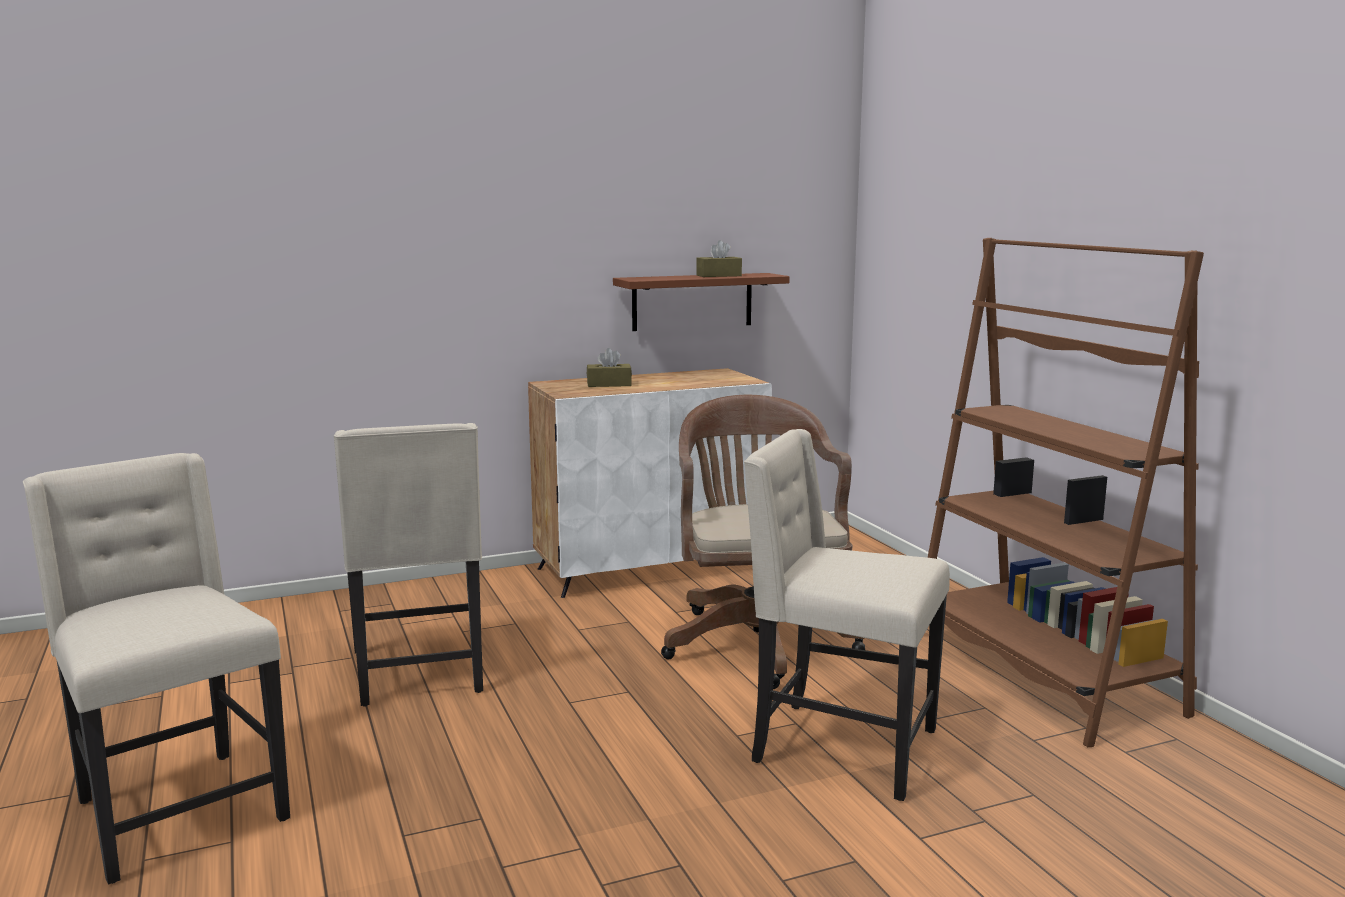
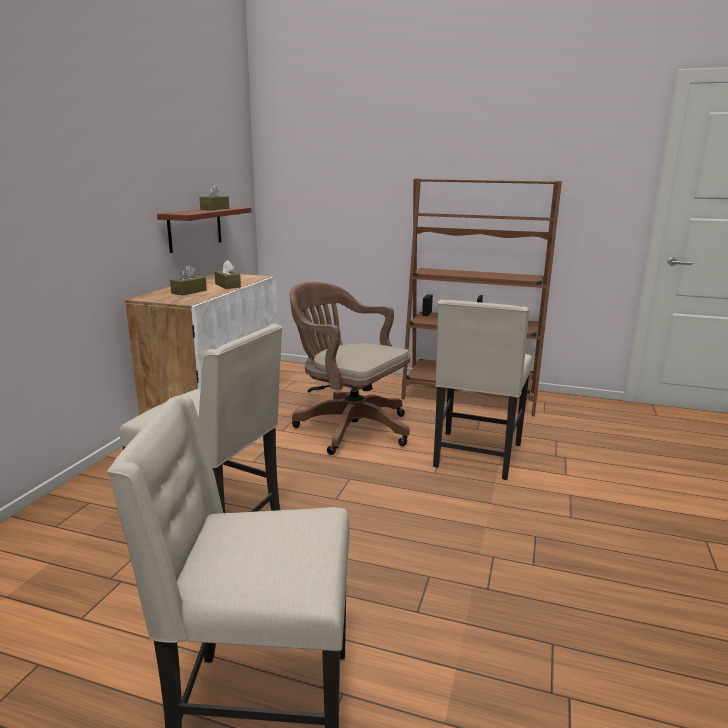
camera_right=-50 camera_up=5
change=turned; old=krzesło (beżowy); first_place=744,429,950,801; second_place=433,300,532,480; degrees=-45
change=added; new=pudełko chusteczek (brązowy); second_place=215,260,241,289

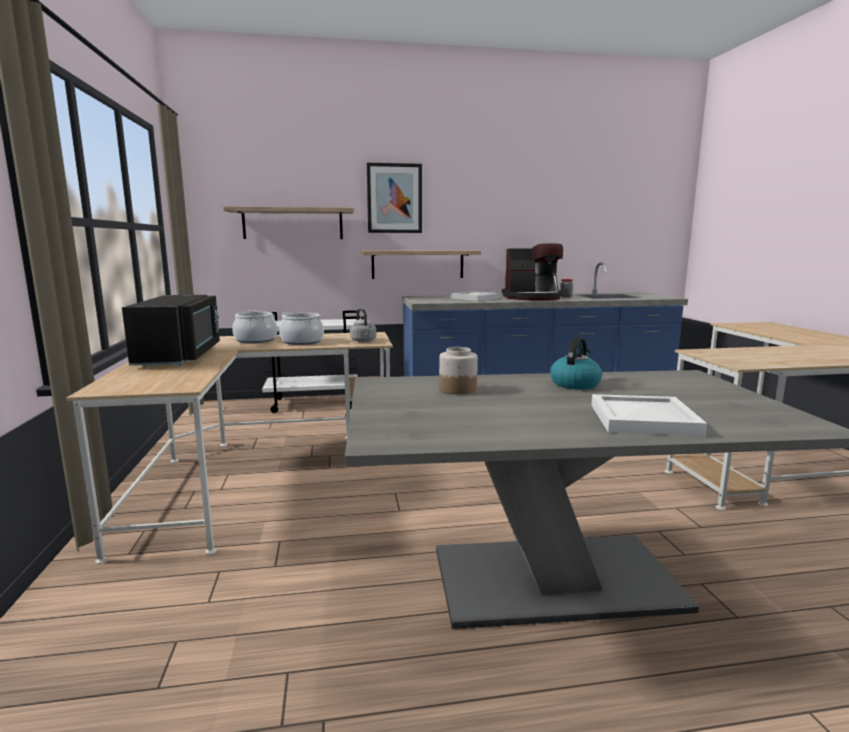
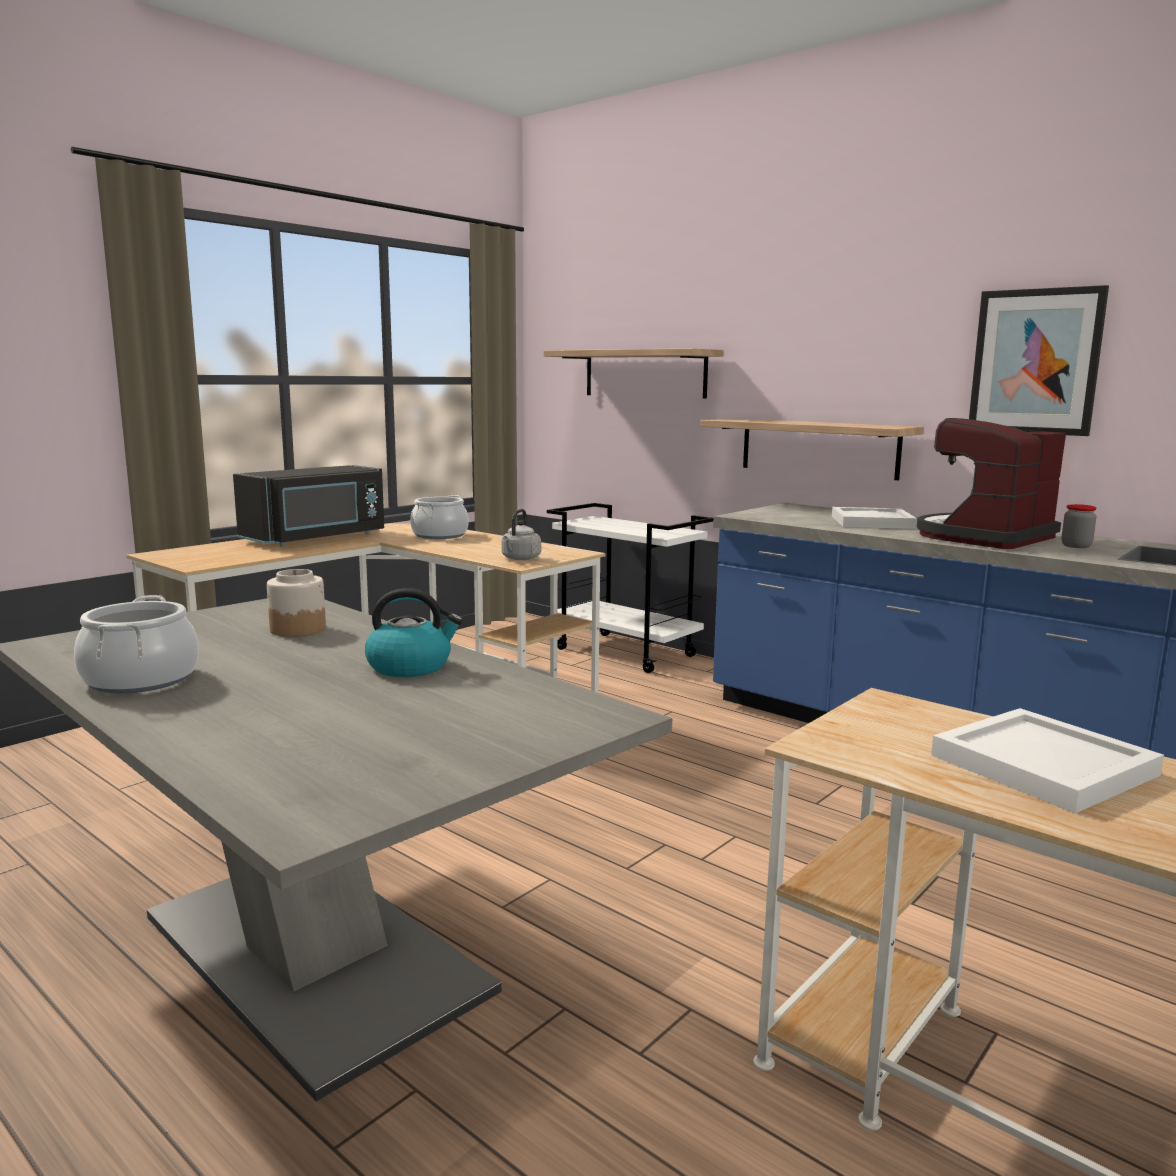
camera_right=50 camera_up=0
change=moved; old=garnek; first_place=279,312,324,345; second_place=74,595,199,693
change=moved; old=obraz; first_place=367,163,422,233; second_place=969,285,1109,436
change=turned; old=ekspres do kawy; first_place=502,243,563,301; second_place=917,418,1066,549; degrees=90
change=moved; old=taca (biały); first_place=591,394,707,436; second_place=931,708,1164,813

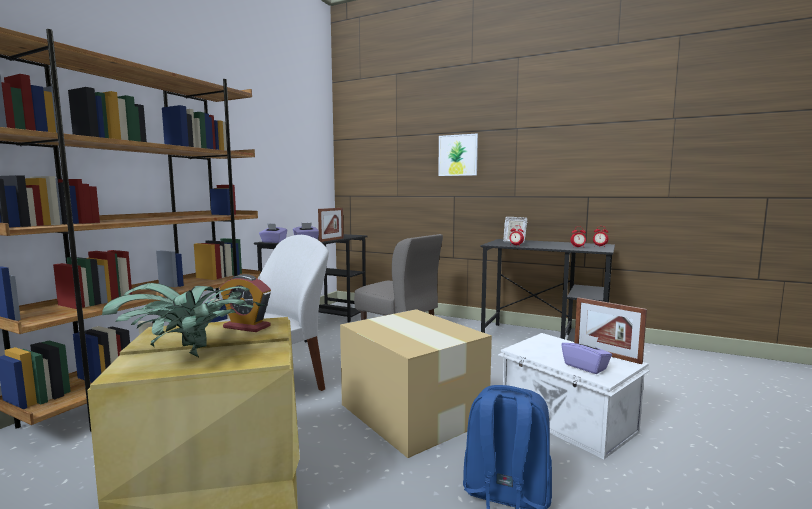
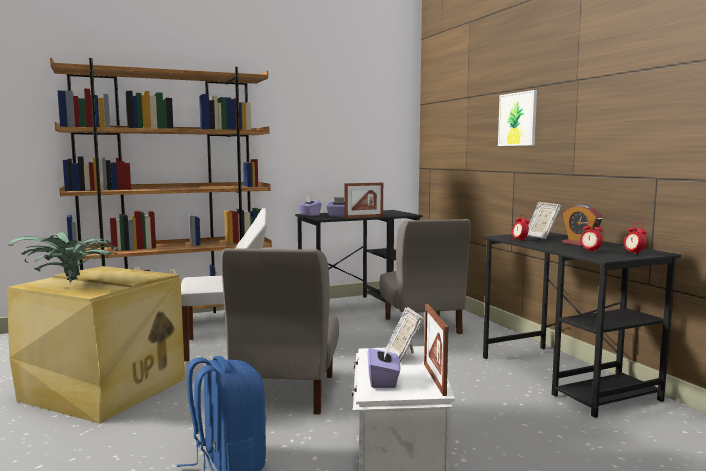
camera_right=40 camera_up=0
change=moved; old=budzik; first_place=220,274,271,332; second_place=562,204,603,246
change=replaced; old=karton; new=krzesło (szary); first_place=340,309,492,458; second_place=221,248,339,414
change=added; new=ramka na zdjęcie; second_place=386,307,424,362

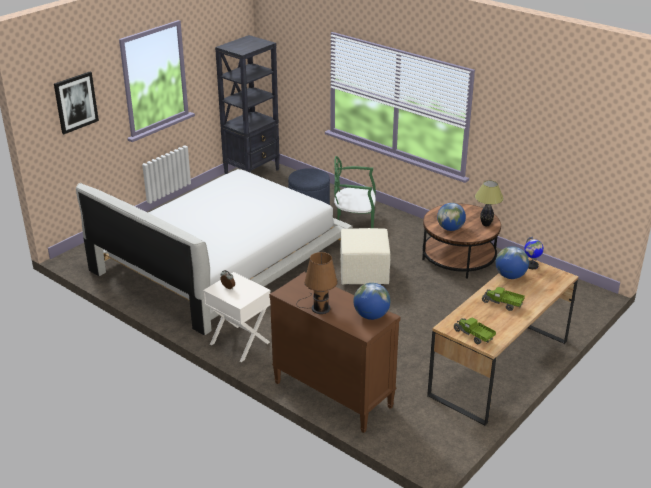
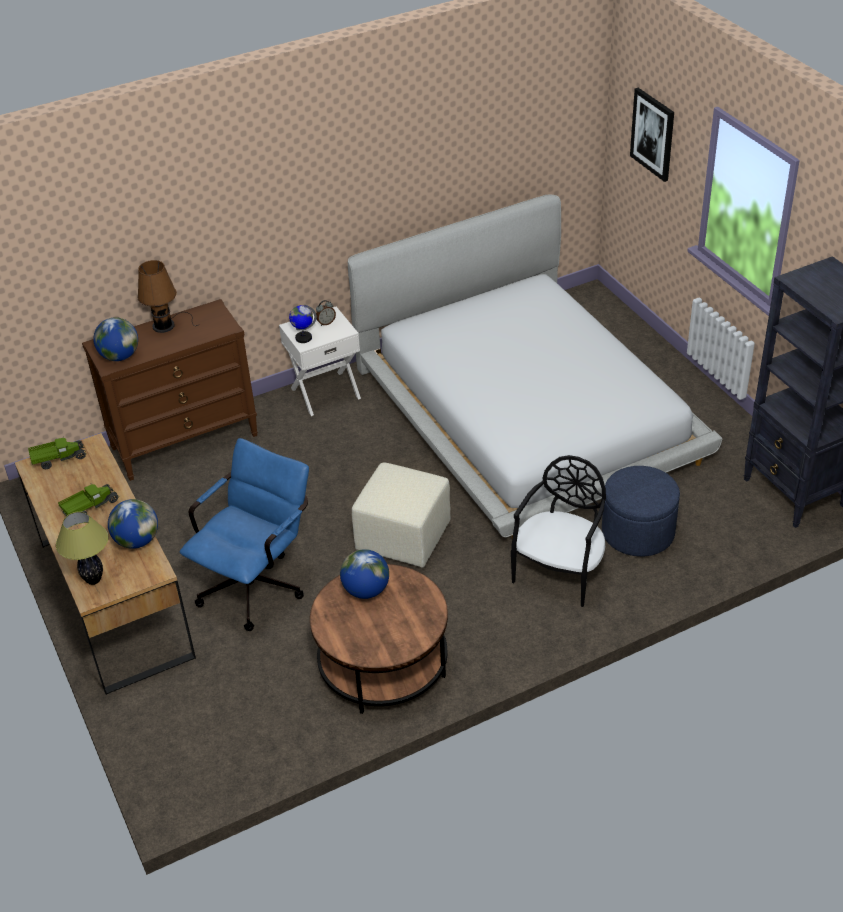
camera_right=115 camera_up=10
change=recoloured; old=krzesło (zielony); new=krzesło (czarny); first_place=334,156,376,228; second_place=511,455,606,607
change=moved; old=lampa stołowa; first_place=475,180,504,226; second_place=56,511,108,585
change=moved; old=globus; first_place=524,237,544,269; second_place=289,305,317,343
change=added; new=krzesło biurowe (niebieski); second_place=180,438,309,631

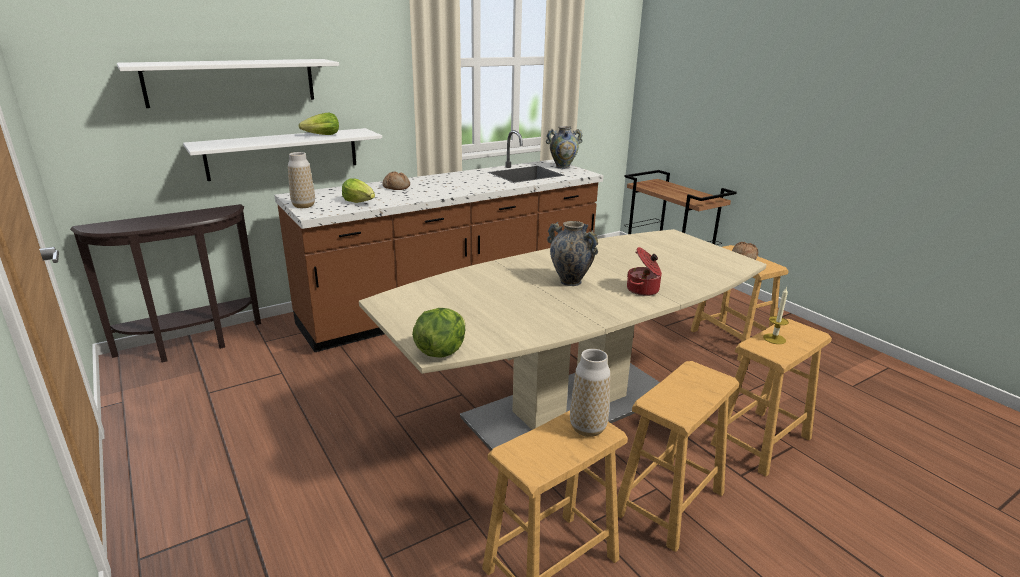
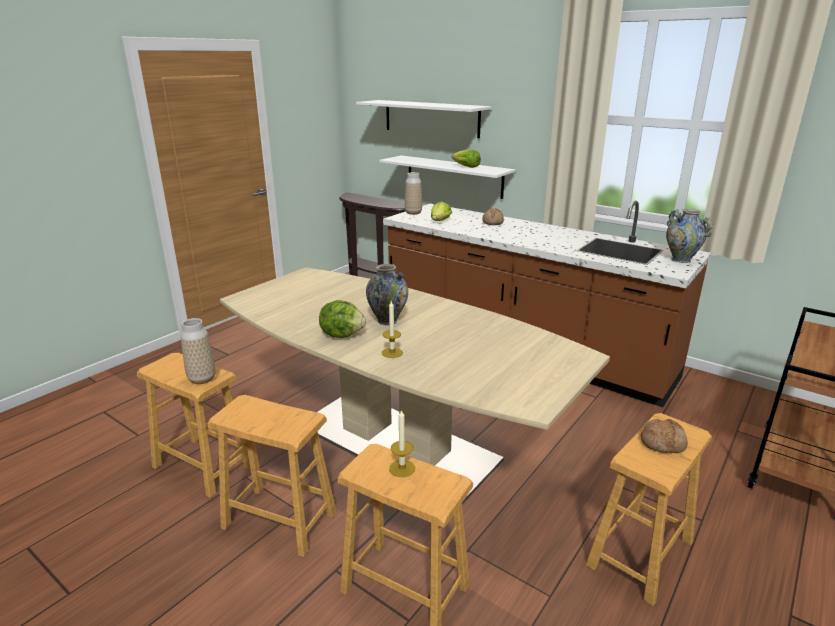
camera_right=70 camera_up=0
change=moved; old=sałata; first_place=412,308,466,358; second_place=319,300,366,338
change=replaced; old=garnek; new=świeca; first_place=627,247,662,296; second_place=382,301,403,358

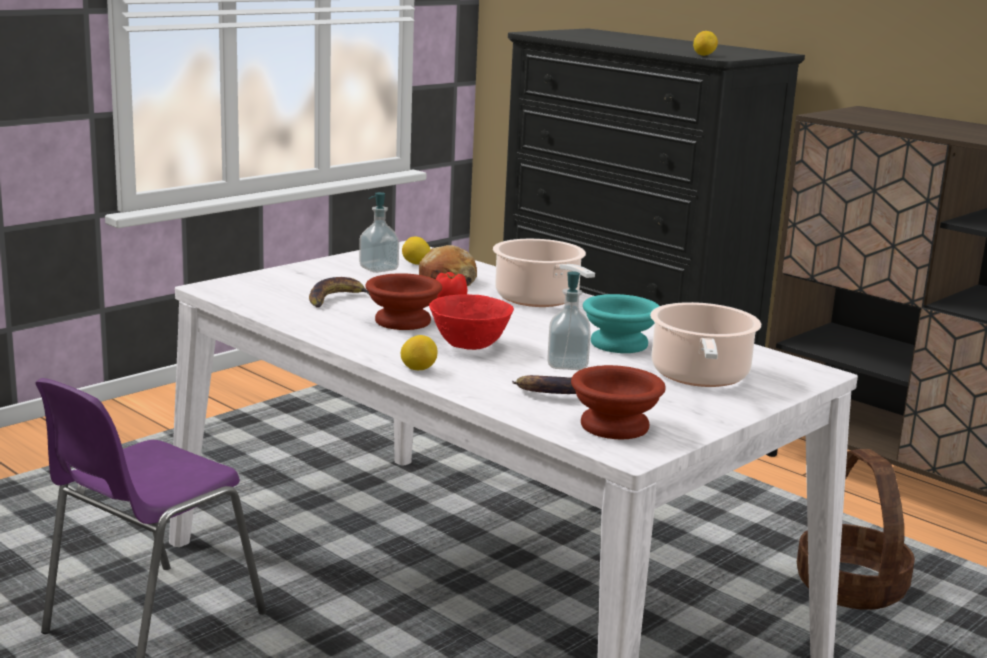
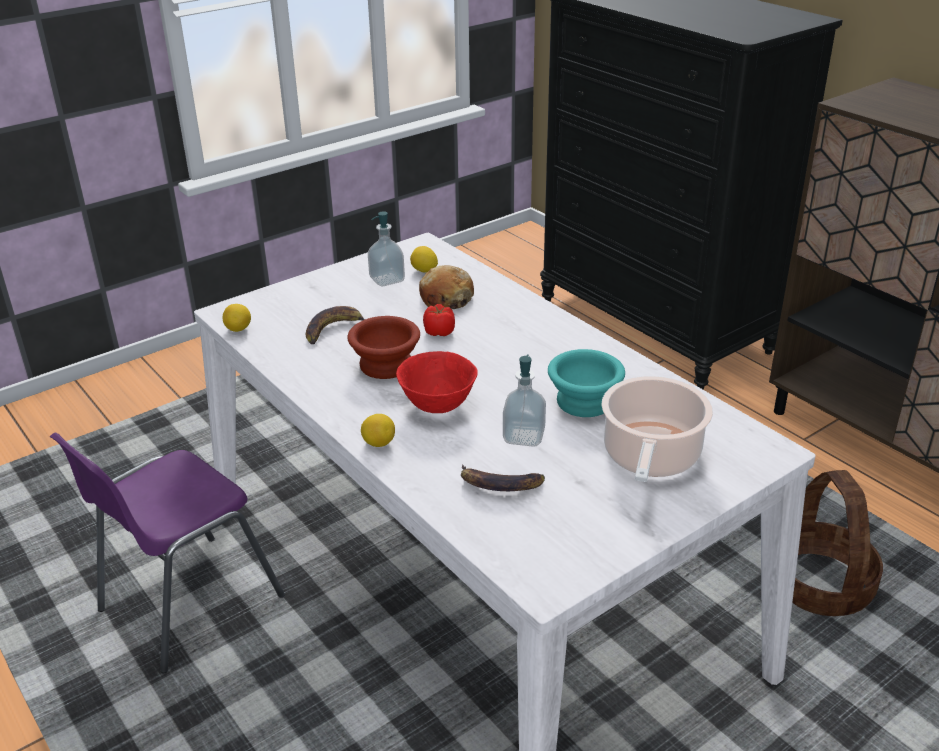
camera_right=10 camera_up=15
change=removed; old=garnek; first_place=493,239,595,307
change=removed; old=miska (brązowy); first_place=571,365,666,439
change=moved; old=cytryna; first_place=693,31,718,56; second_place=223,304,251,332

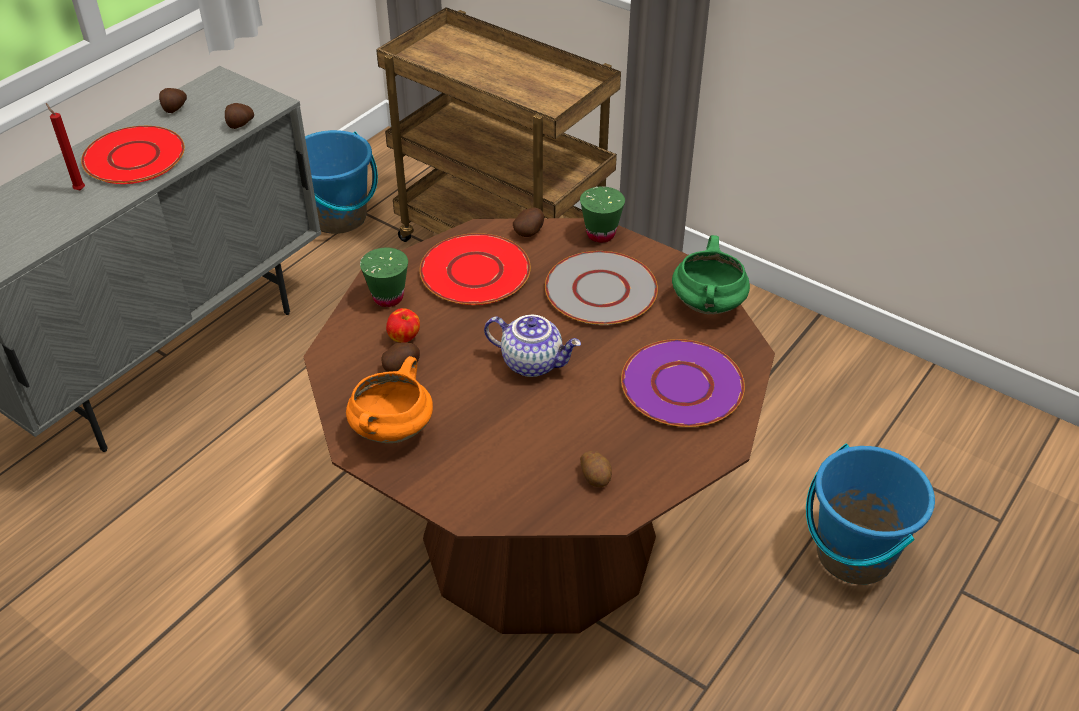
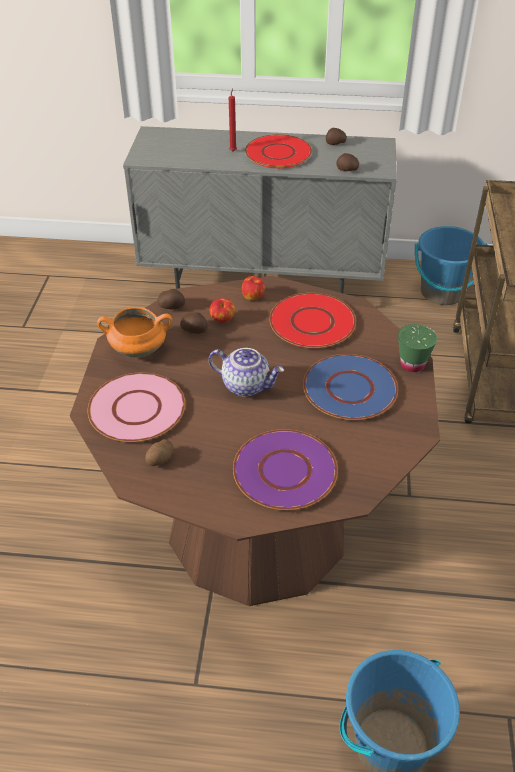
camera_right=60 camera_up=0
change=replaced; old=filiżanka (zielony); new=jabłko; first_place=360,248,408,307; second_place=242,276,265,300
change=turned; old=imbryk; first_place=484,315,581,377; second_place=208,348,284,397; degrees=-60
change=moved; old=ziemniak; first_place=513,208,544,237; second_place=158,289,185,310
change=recoloured; old=talerz (szary); new=talerz (niebieski); first_place=545,251,658,325; second_place=303,354,398,420
change=removed; old=garnek (zielony); first_place=672,235,750,314
change=added; new=talerz (różowy); second_place=87,373,185,442

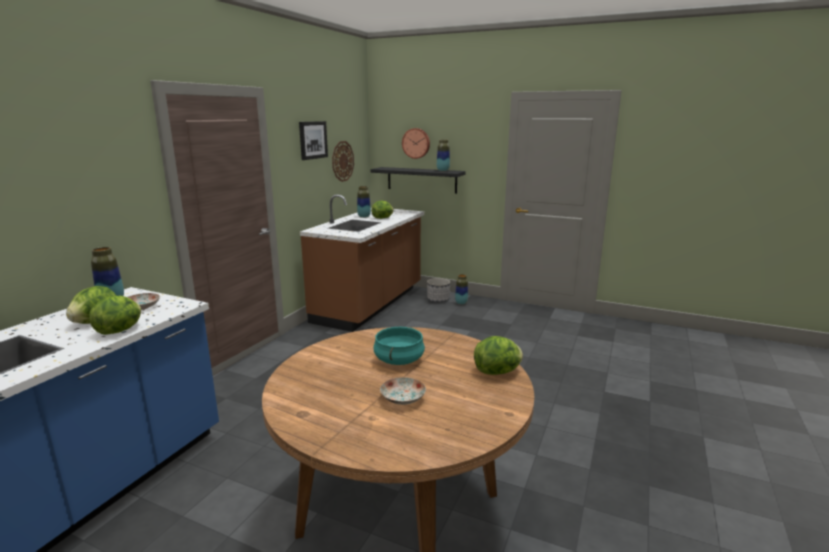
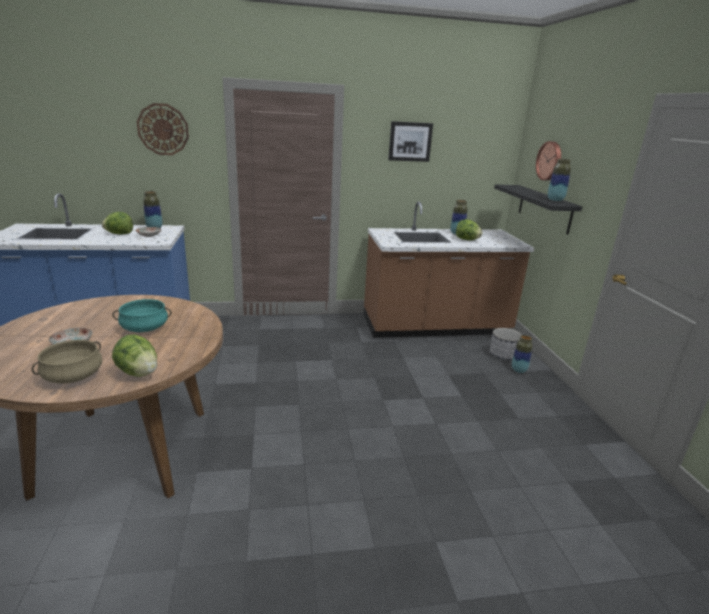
camera_right=55 camera_up=5
change=removed; old=sałata; first_place=89,296,141,335
change=moved; old=zegar ścienny; first_place=332,141,354,182; second_place=137,103,189,155
change=added; new=garnek (beżowy); second_place=31,340,102,384

